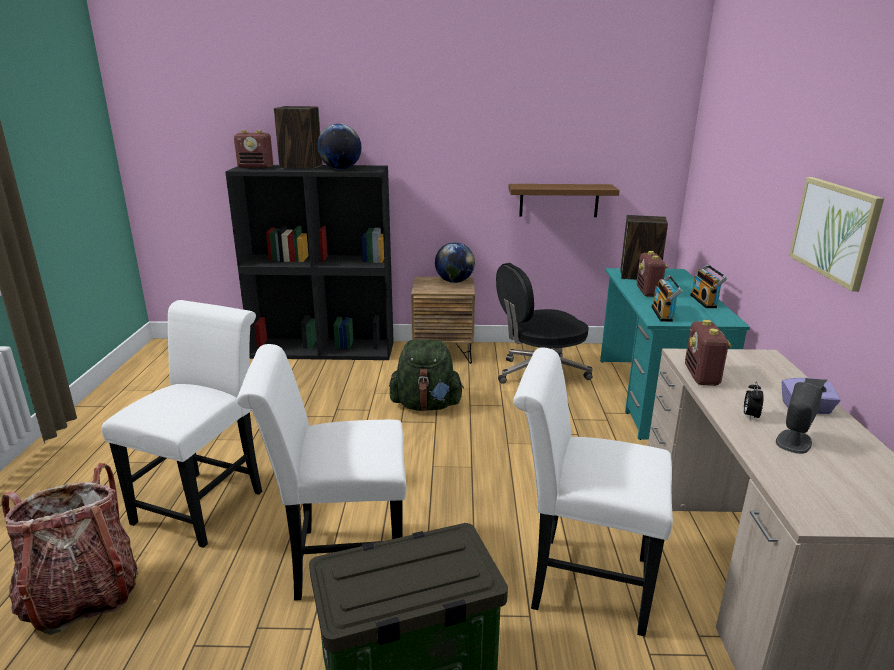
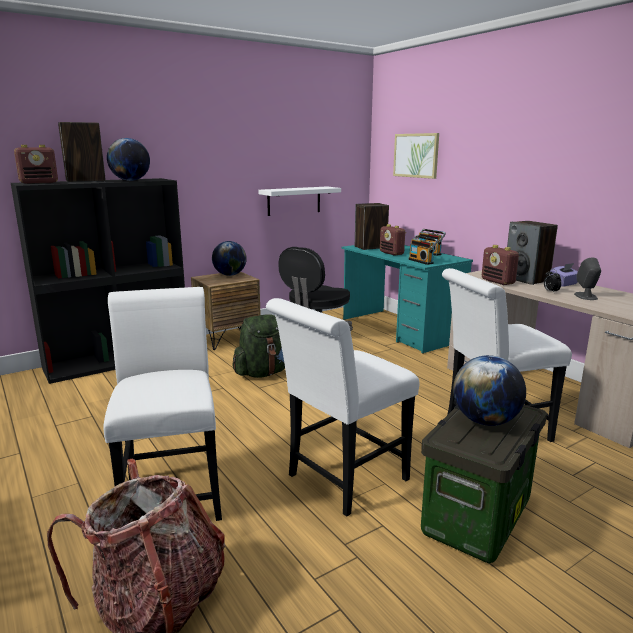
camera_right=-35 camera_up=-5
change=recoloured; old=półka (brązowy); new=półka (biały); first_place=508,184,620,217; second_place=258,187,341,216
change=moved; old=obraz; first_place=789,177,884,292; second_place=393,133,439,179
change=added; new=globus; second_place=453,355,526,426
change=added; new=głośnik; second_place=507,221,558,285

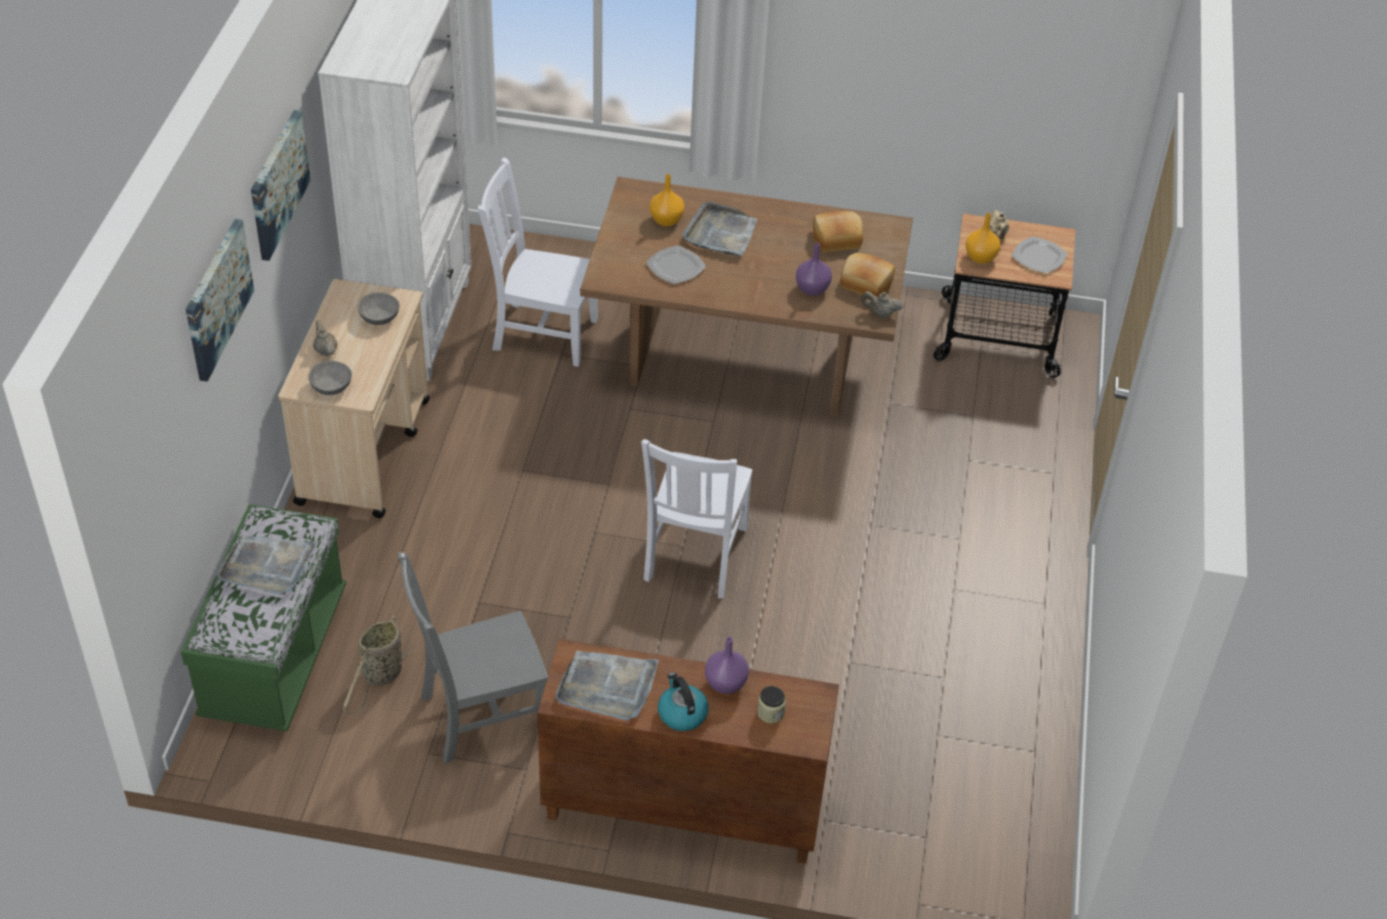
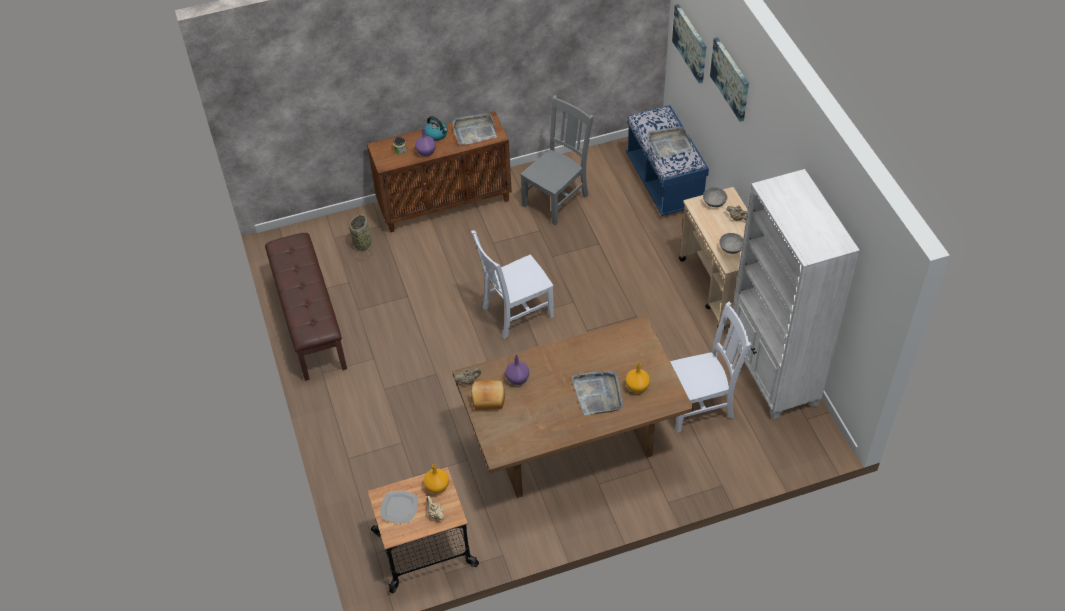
camera_right=155 camera_up=5
change=recoloured; old=ławka (zielony); new=ławka (niebieski); first_place=181,504,346,731; second_place=626,105,709,216
change=moved; old=obraz; first_place=251,110,311,261; second_place=672,4,706,84
change=moved; old=koszyk; first_place=343,615,411,714; second_place=349,214,373,260
change=turned; old=krzesło (biały); first_place=641,439,753,598; second_place=471,230,554,339; degrees=-105
change=removed; old=talerz; first_place=646,245,706,284
change=removed; old=chleb; first_place=813,211,863,252
change=added; new=ławka (brązowy); second_place=265,233,347,381

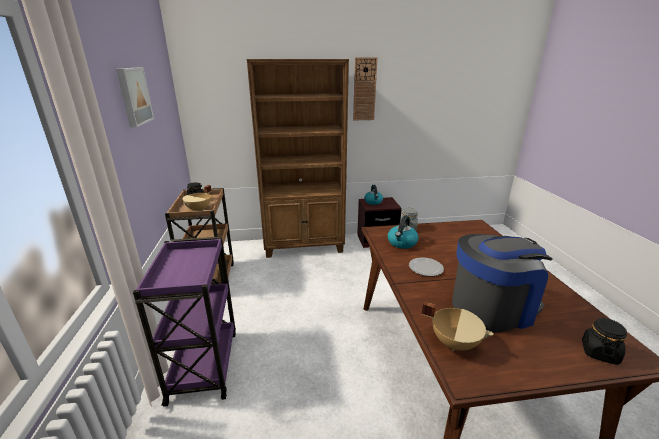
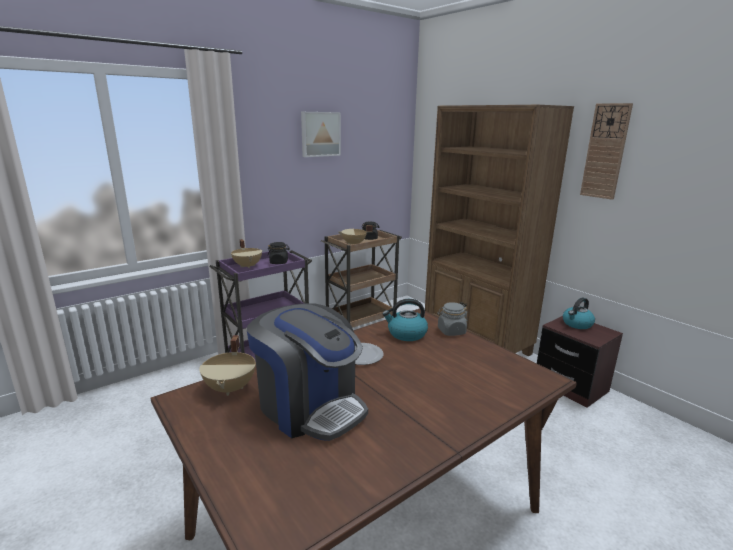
camera_right=60 camera_up=-5
change=moved; old=słoik (czarny); first_place=582,317,627,365; second_place=267,242,290,264
change=added; new=garnek (beżowy); second_place=231,239,262,268

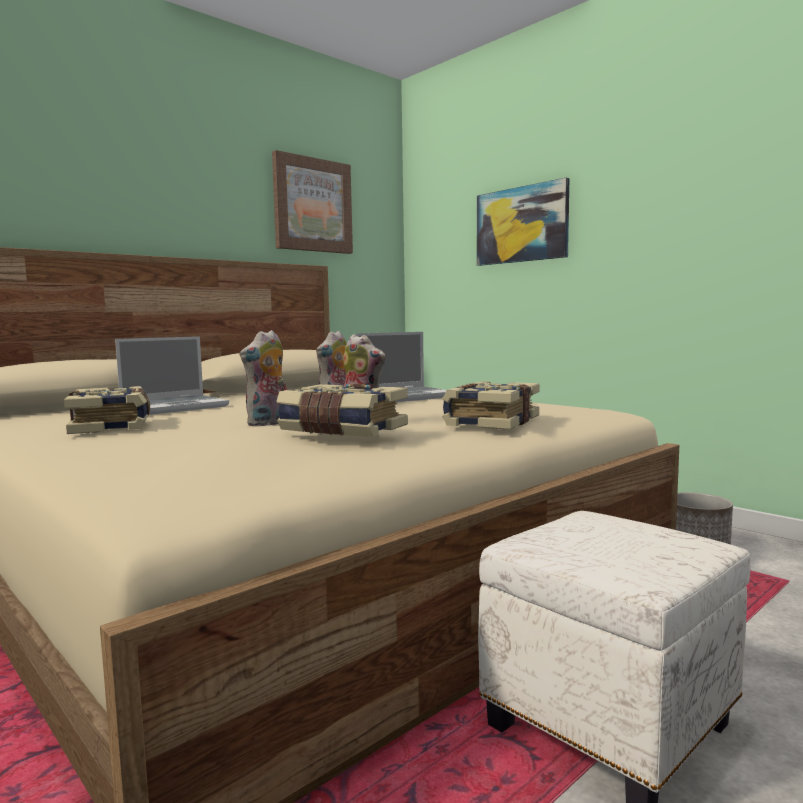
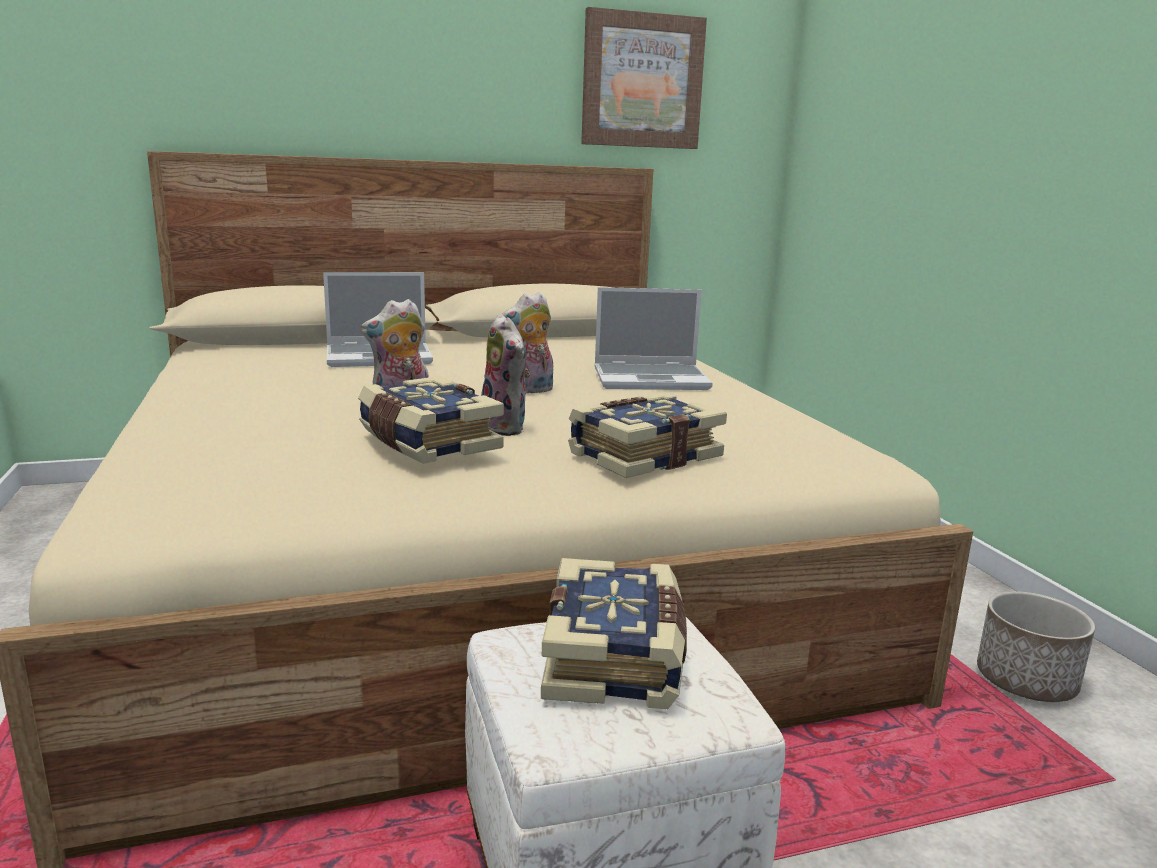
camera_right=25 camera_up=10
change=moved; old=książka; first_place=64,386,150,434; second_place=541,558,687,709
change=removed; old=obraz; first_place=477,178,569,266

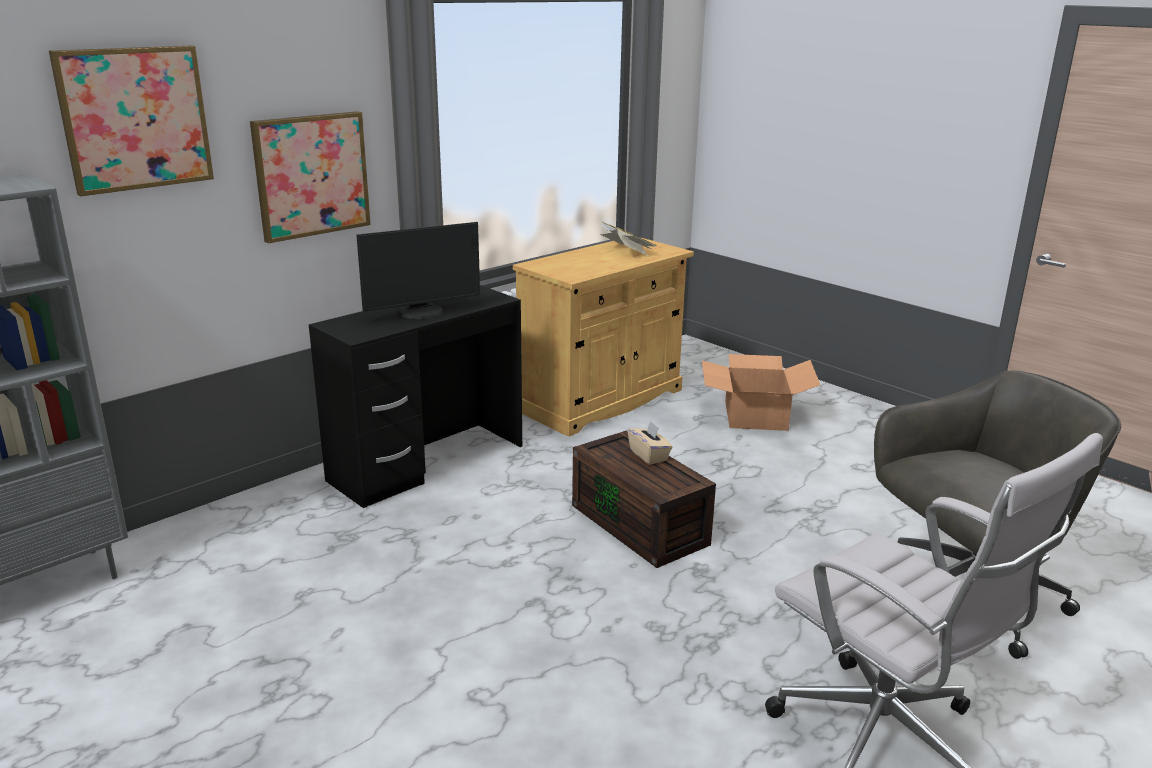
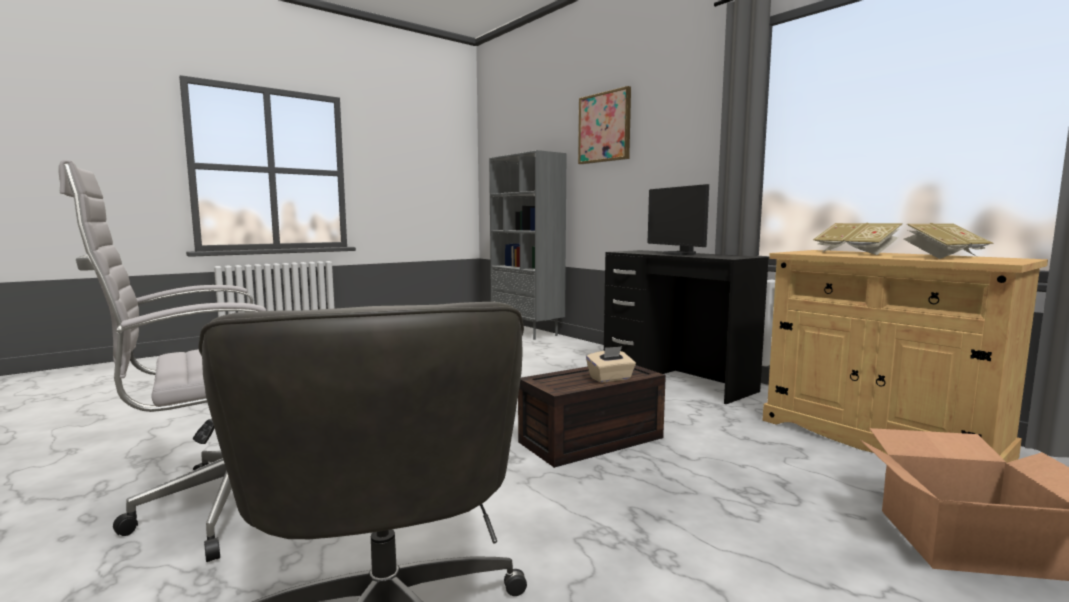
camera_right=95 camera_up=-15
change=removed; old=obraz; first_place=250,111,371,243
change=added; new=książka; second_place=813,222,903,255

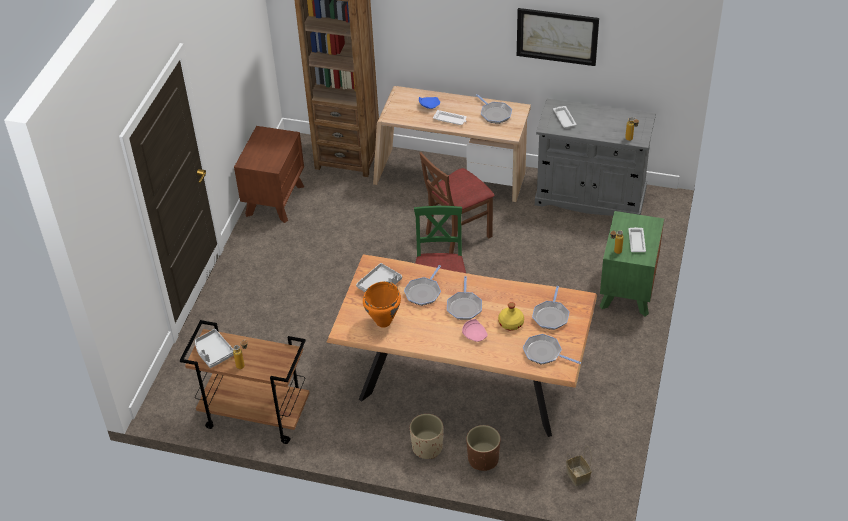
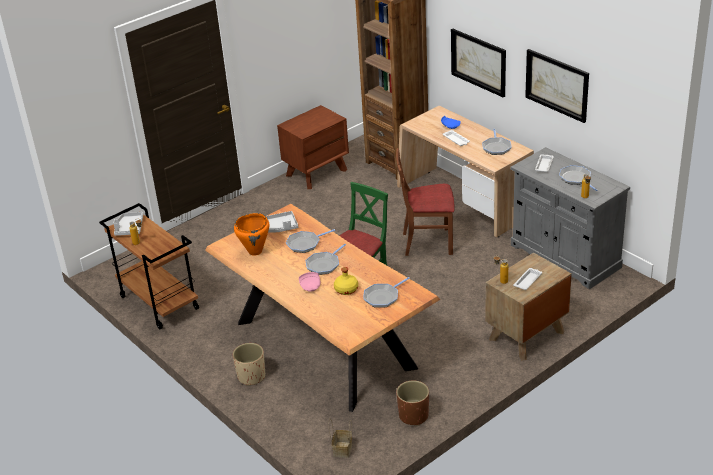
camera_right=35 camera_up=-10
change=moved; old=donica (brązowy); first_place=466,425,500,471; second_place=396,380,429,426
change=moved; old=patelnia; first_place=523,334,581,365; second_place=559,165,597,191
change=recoloured; old=szafka nocna (zielony); new=szafka nocna (brązowy); first_place=600,211,664,317; second_place=485,253,572,361
change=added; new=obraz; second_place=451,29,506,98

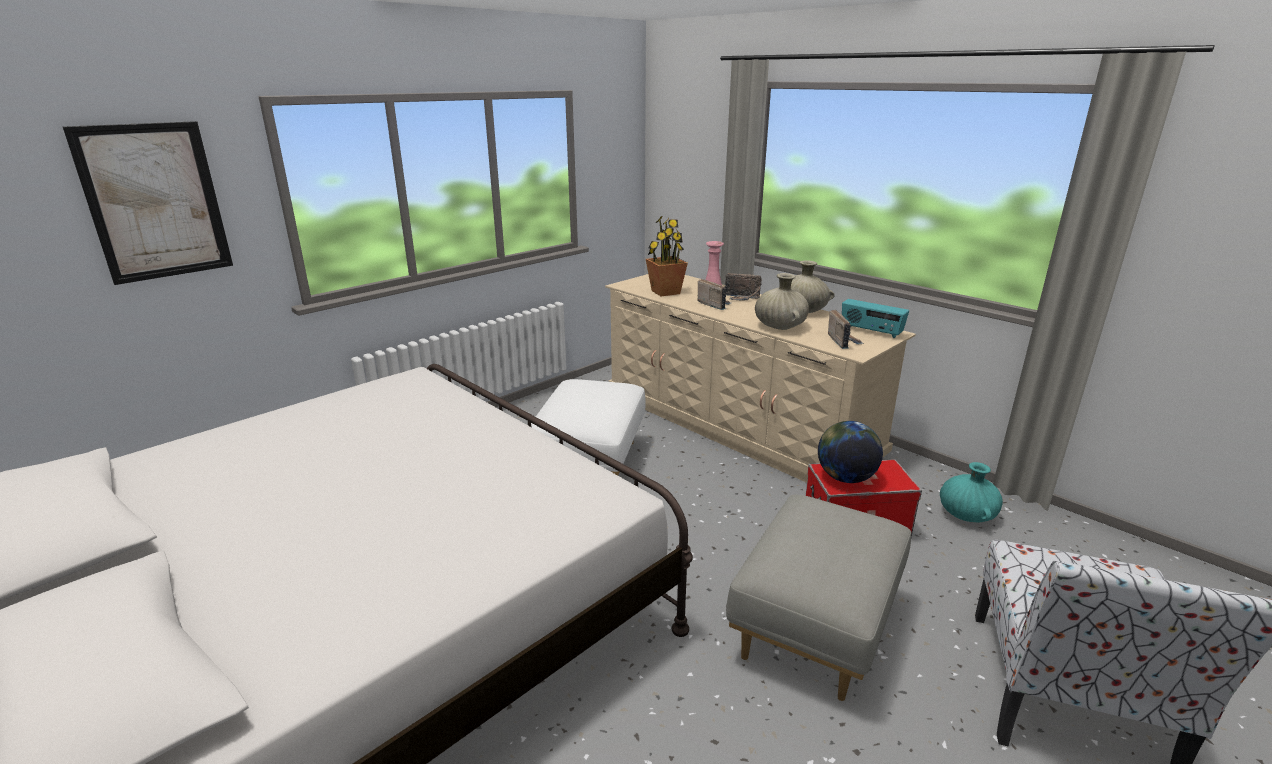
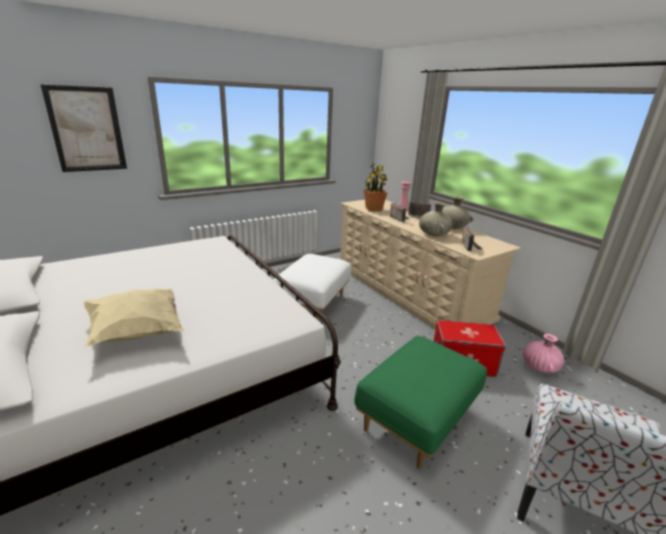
camera_right=10 camera_up=0
change=recoloured; old=pufa (szary); new=pufa (zielony); first_place=726,494,911,701; second_place=354,336,487,469
change=removed; old=globus; first_place=818,421,883,483
change=removed; old=radio; first_place=842,299,909,338
change=recoloured; old=wazon (turkusowy); new=wazon (różowy); first_place=940,462,1003,522; second_place=523,334,564,373
change=added; new=poduszka (beżowy); second_place=84,288,184,348

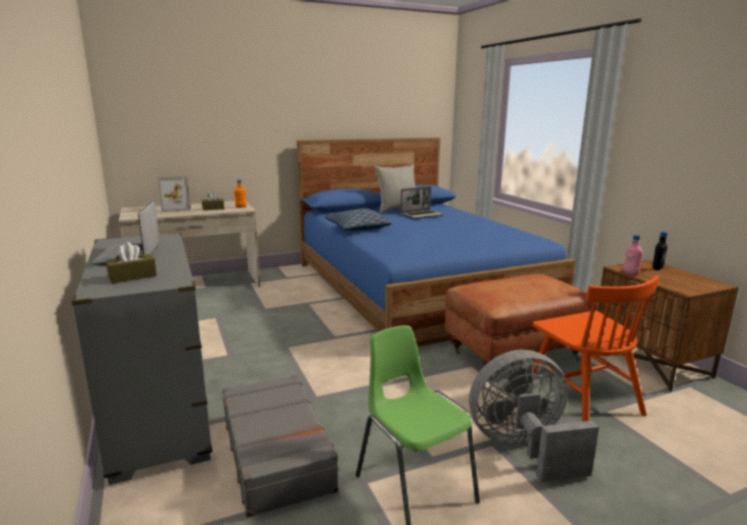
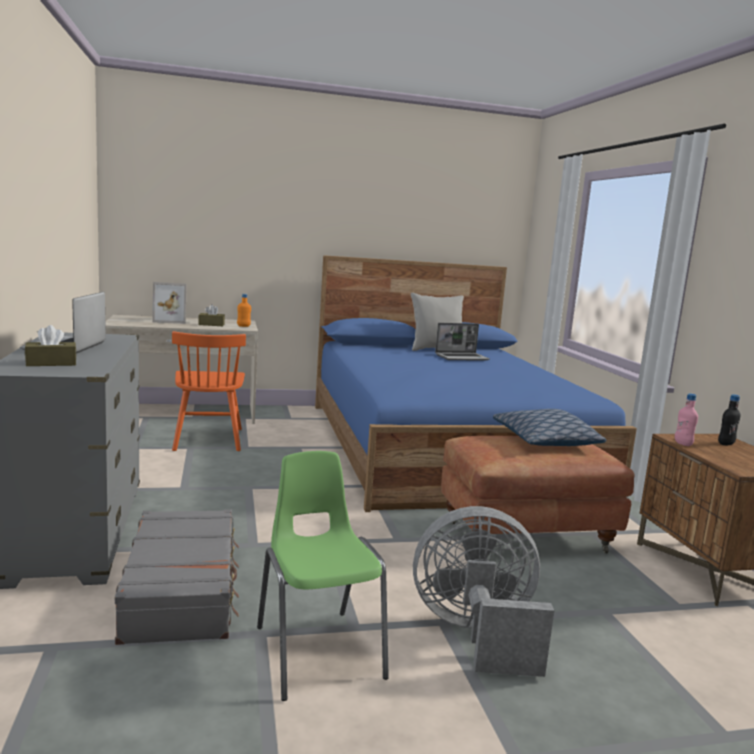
camera_right=10 camera_up=-5
change=moved; old=poduszka; first_place=325,208,392,231; second_place=493,409,606,446
change=moved; old=krzesło (pomarańczowy); first_place=528,275,660,422; second_place=172,331,246,451

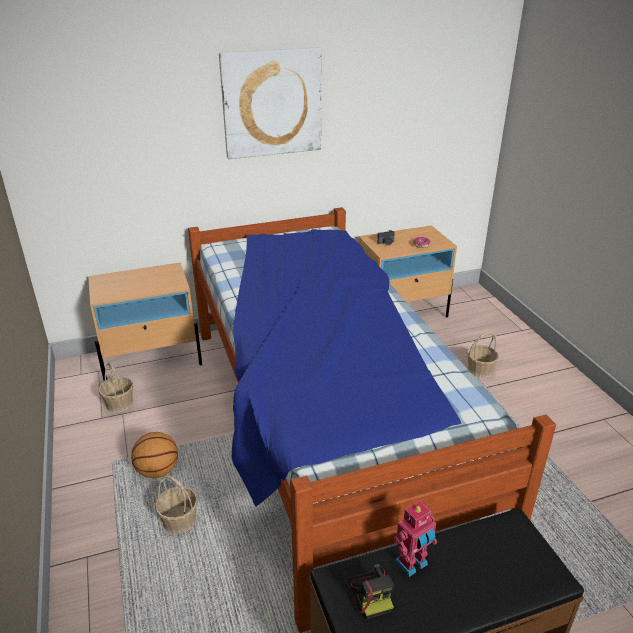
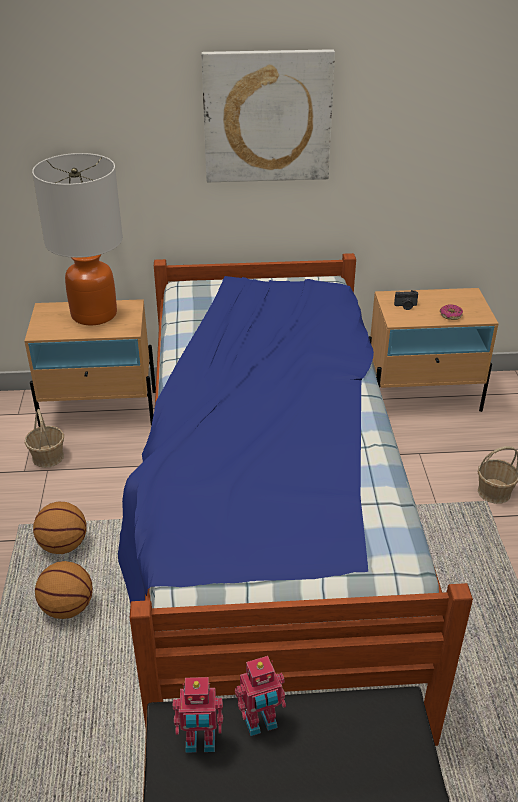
camera_right=15 camera_up=5
change=replaced; old=koszyk; new=piłka do koszykówki; first_place=155,475,198,534; second_place=35,561,93,619
change=replaced; old=aparat fotograficzny; new=robot zabawkowy; first_place=345,564,394,619; second_place=173,677,223,753
change=added; new=lampa stołowa; second_place=32,153,123,325

